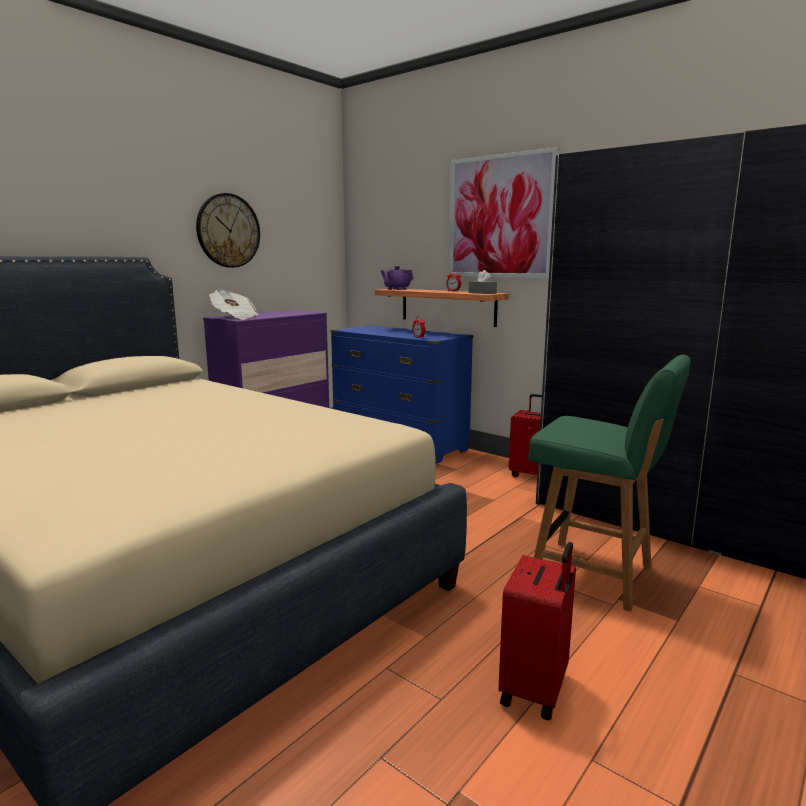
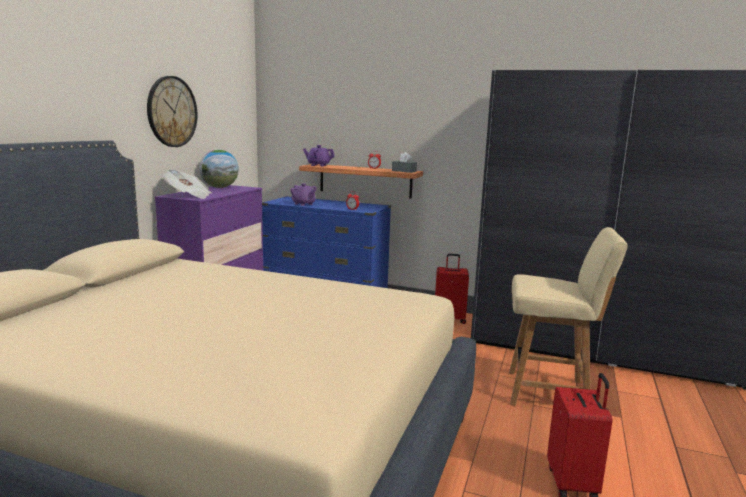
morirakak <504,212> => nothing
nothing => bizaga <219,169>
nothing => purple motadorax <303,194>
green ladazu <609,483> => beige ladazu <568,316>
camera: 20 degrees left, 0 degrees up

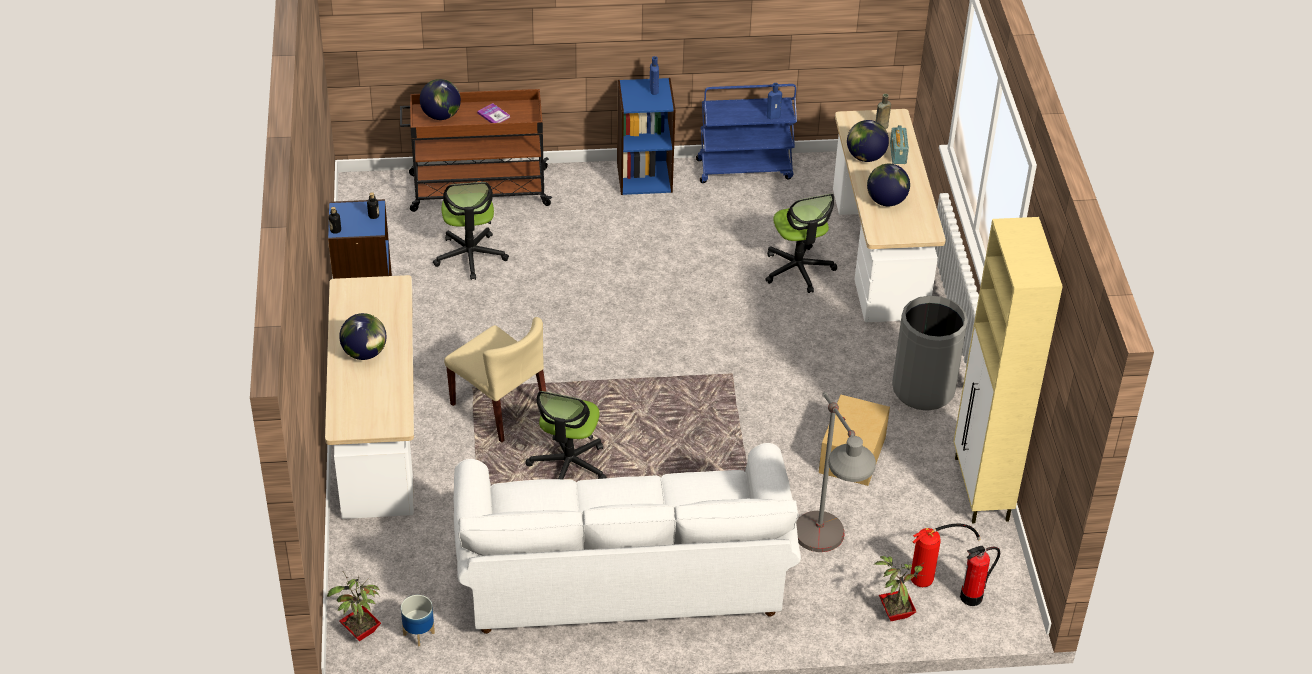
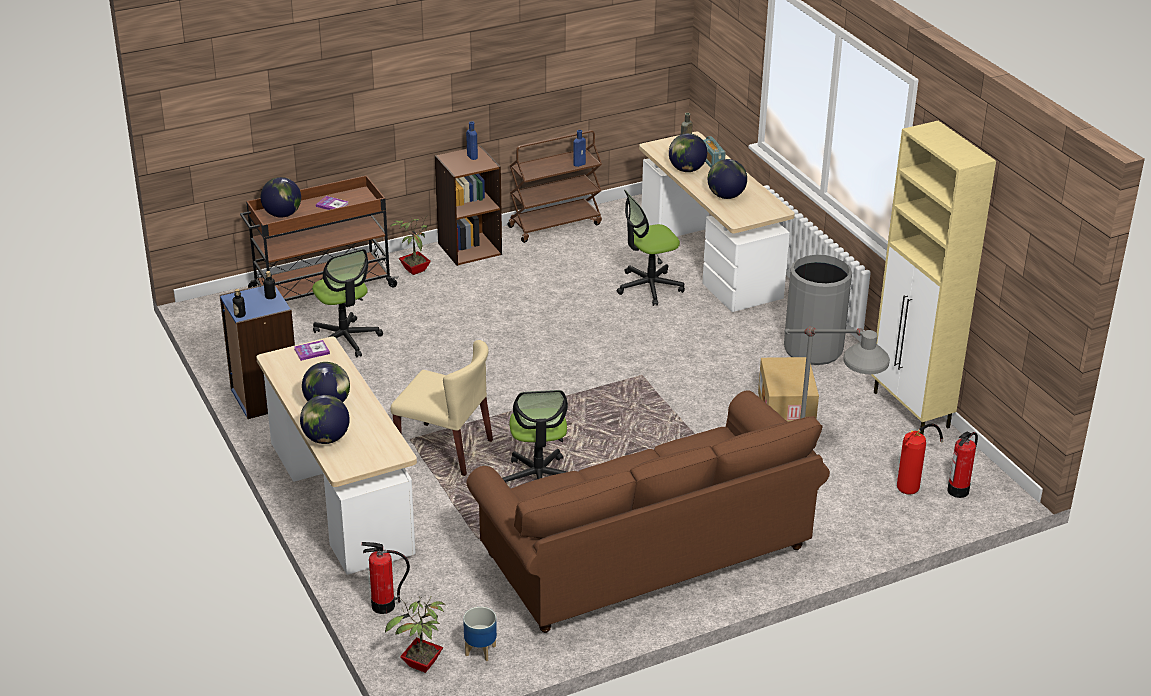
nothing => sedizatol <312,350>
nothing => bizaga <325,419>
nothing => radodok <386,578>
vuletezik <899,588> => vuletezik <410,245>, move
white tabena <627,538> => brown tabena <648,511>
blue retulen <646,136> => brown retulen <468,206>
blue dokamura <746,133> => brown dokamura <554,186>
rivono <801,243> => rivono <651,247>, 105 degrees clockwise
camera: 20 degrees left, 10 degrees down

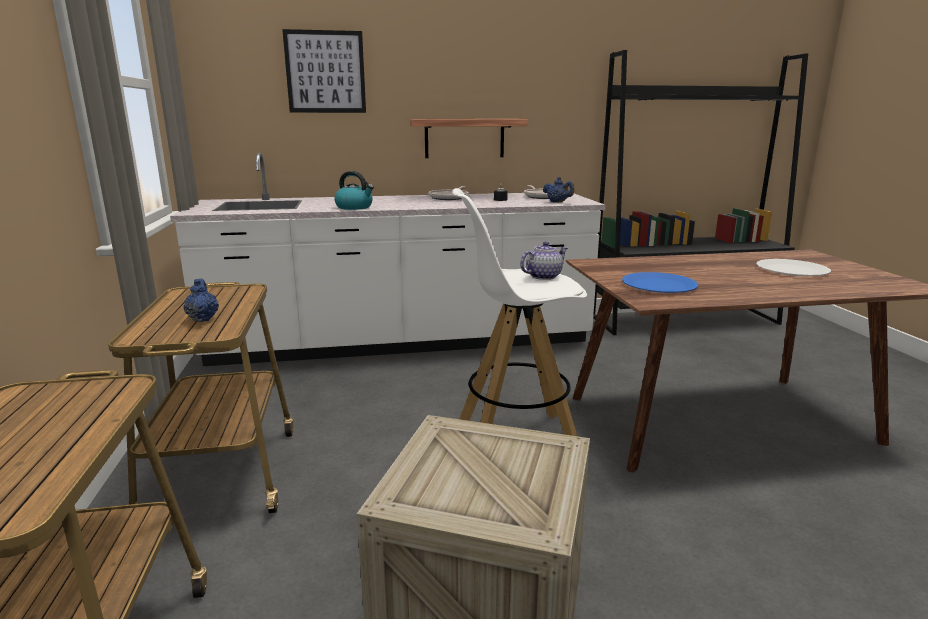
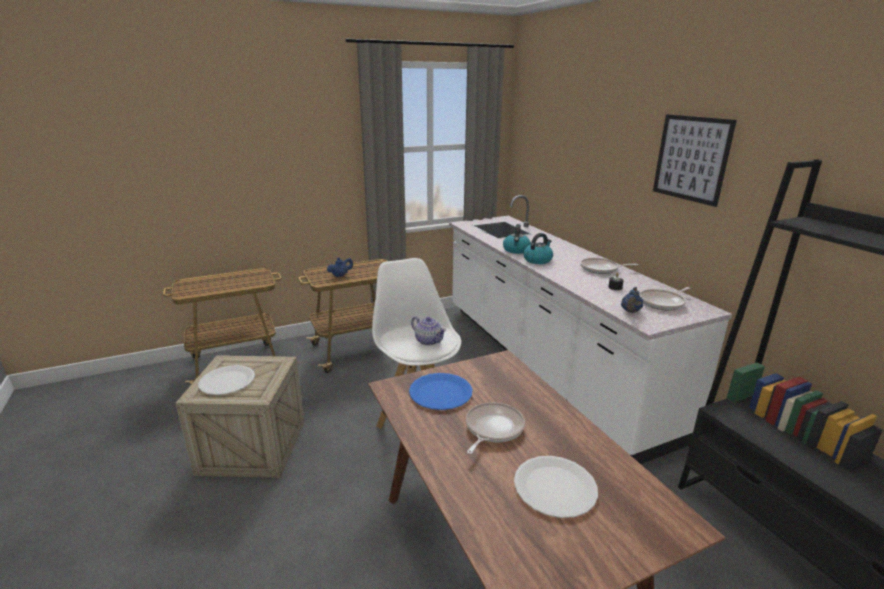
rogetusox <469,138> => nothing
nothing => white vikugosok <226,380>
nothing => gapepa <495,428>
nothing => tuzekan <538,248>
morirakak <324,71> => morirakak <695,160>, move
camera: 75 degrees right, 5 degrees up

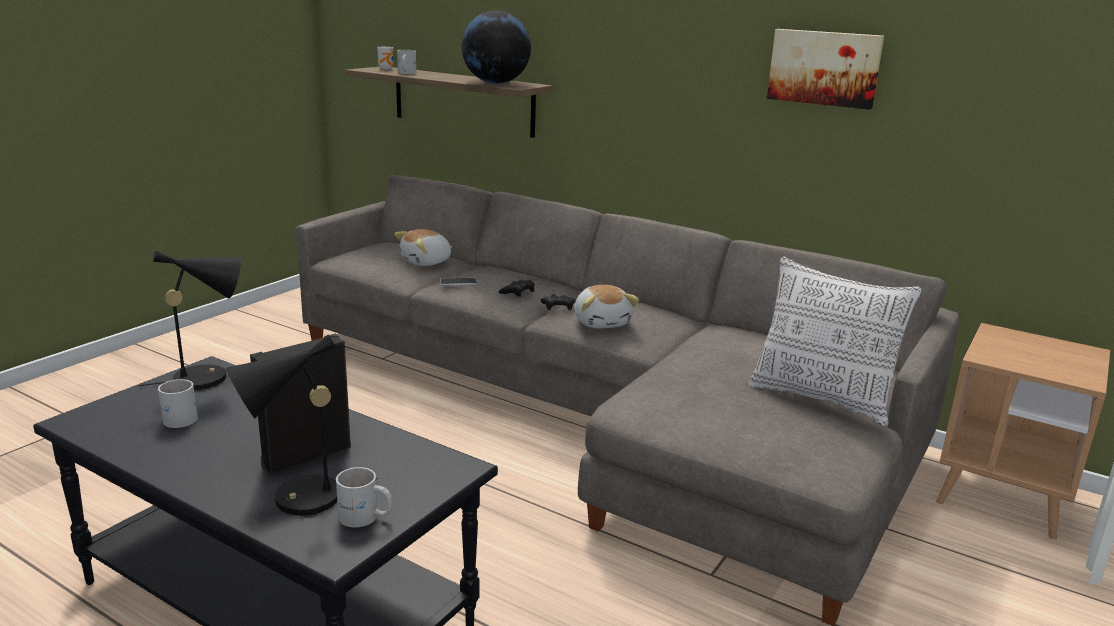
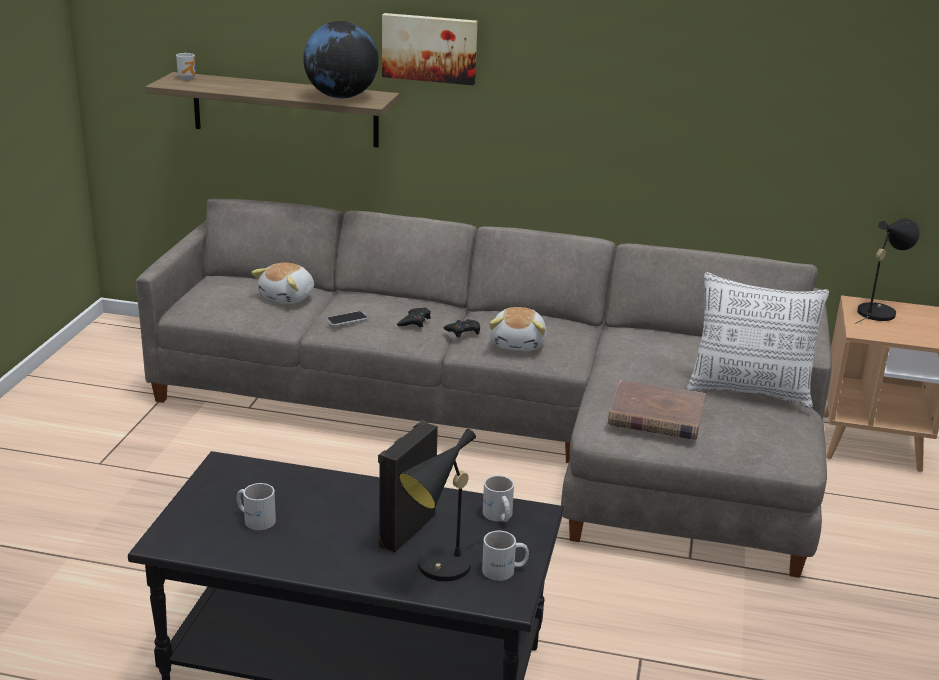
nothing => brown sedizatol <657,410>
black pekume <189,320> => black pekume <887,271>, move
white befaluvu <406,62> => white befaluvu <498,498>, move
morirakak <825,69> => morirakak <429,49>, move
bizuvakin <607,306> => bizuvakin <517,329>, 45 degrees clockwise
camera: 20 degrees left, 5 degrees up

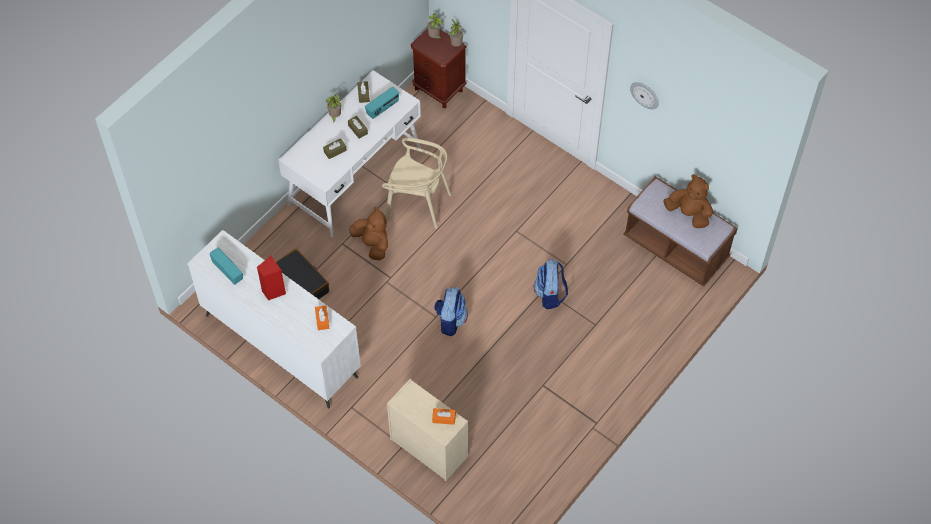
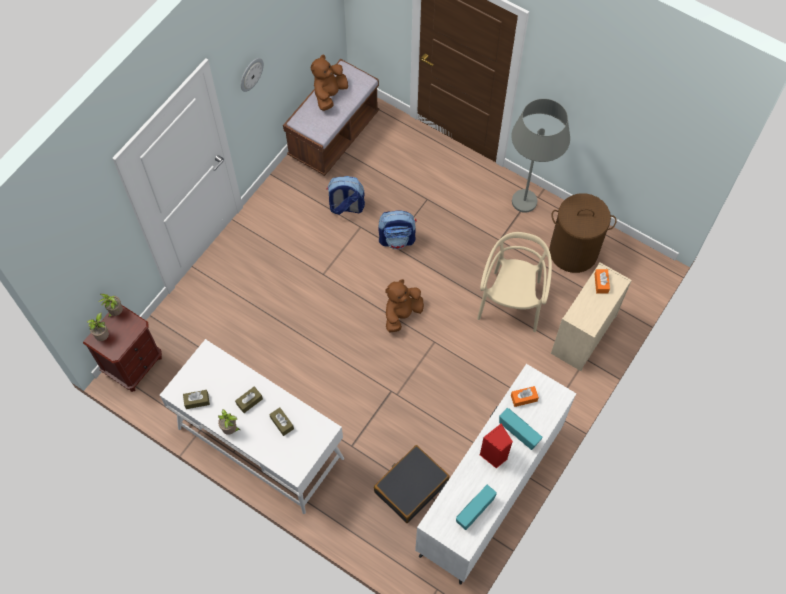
nothing => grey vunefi <540,156>
nothing => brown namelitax <583,233>
brown bizuvakin <368,233> => brown bizuvakin <404,306>, move
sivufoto <382,103> => sivufoto <521,429>, move
beige ladazu <416,183> => beige ladazu <514,282>, move
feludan <451,311> => feludan <345,195>, move
camera: 95 degrees left, 5 degrees up

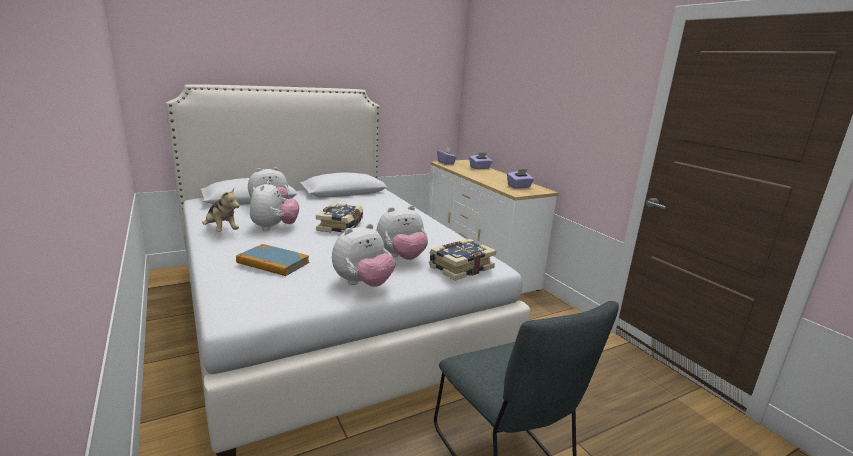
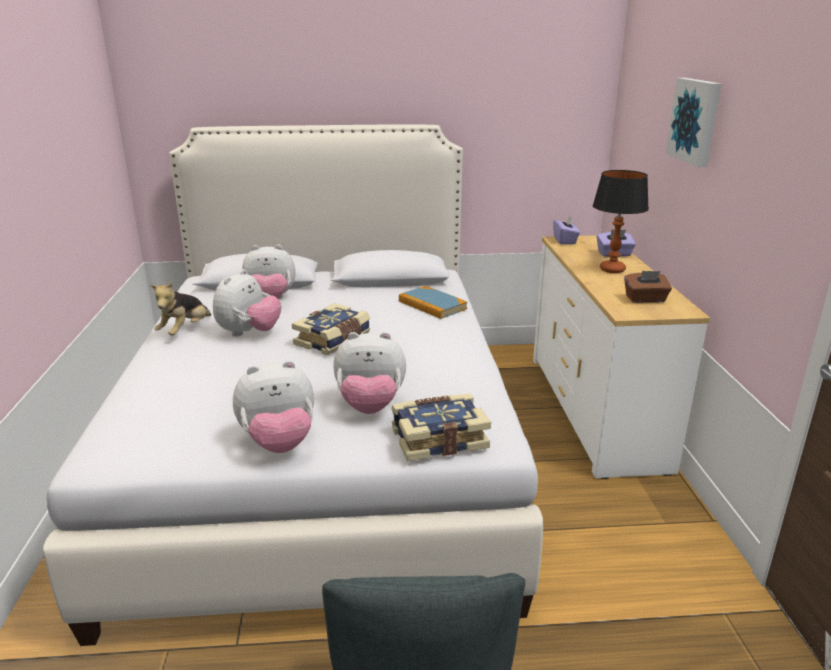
nothing => pekume <621,221>
nothing => morirakak <693,122>
sedizatol <272,260> => sedizatol <433,302>, move
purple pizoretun <520,179> => brown pizoretun <648,287>
bizuvakin <221,210> => bizuvakin <180,308>, 45 degrees clockwise
camera: 25 degrees right, 5 degrees up

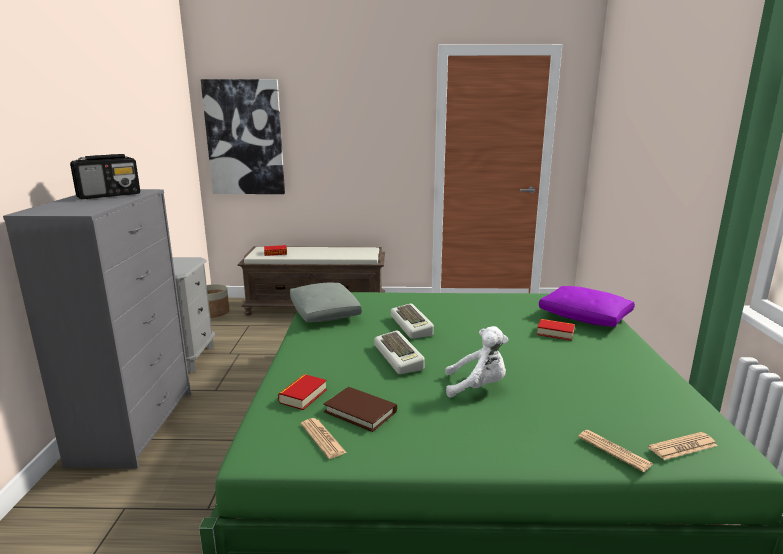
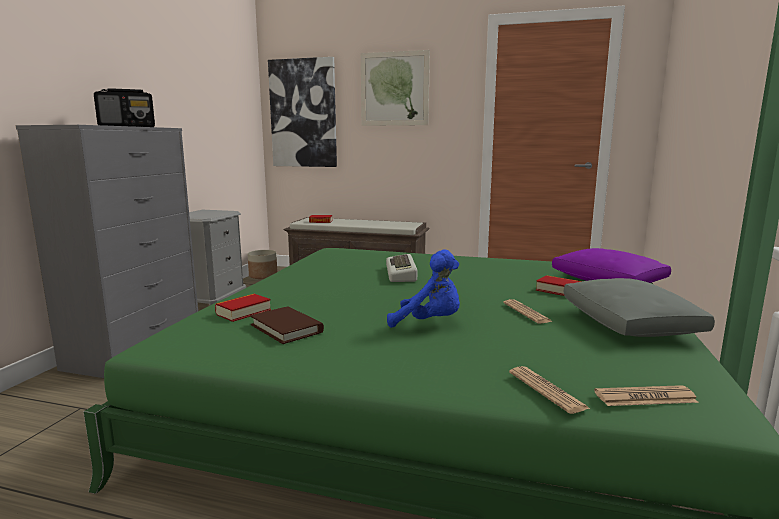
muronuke <399,352> => nothing
nothing => morirakak <395,88>
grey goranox <326,302> => grey goranox <639,307>, move
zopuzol <324,438> => zopuzol <528,311>, move
white bizuvakin <476,362> => blue bizuvakin <423,288>
camera: 15 degrees right, 5 degrees down

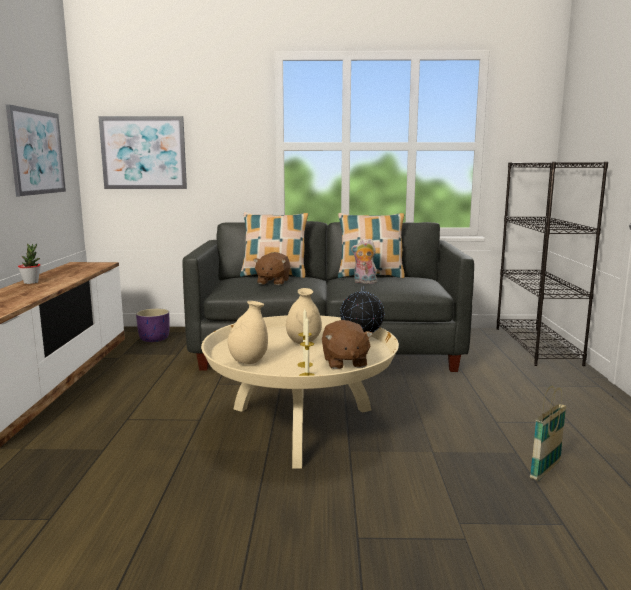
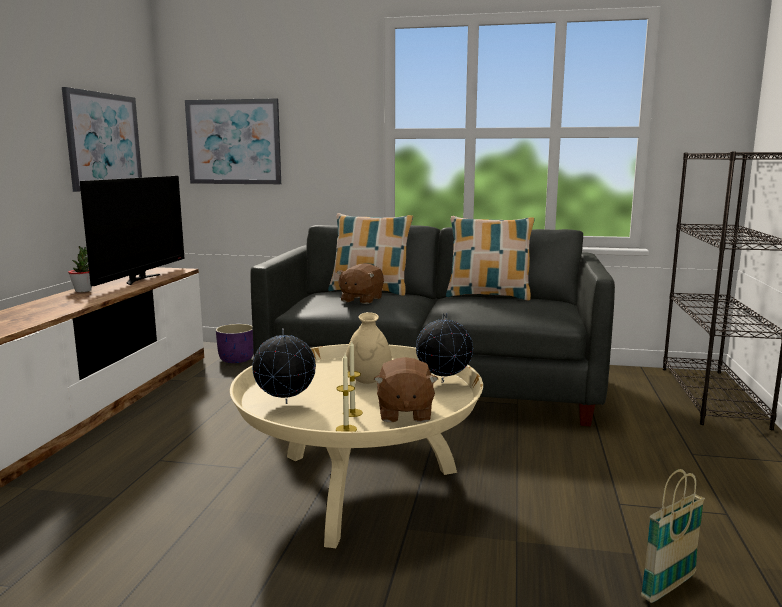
bizuvakin <364,261> => nothing
nothing => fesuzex <132,231>
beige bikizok <248,332> => bizaga <284,366>
camera: 10 degrees right, 0 degrees up

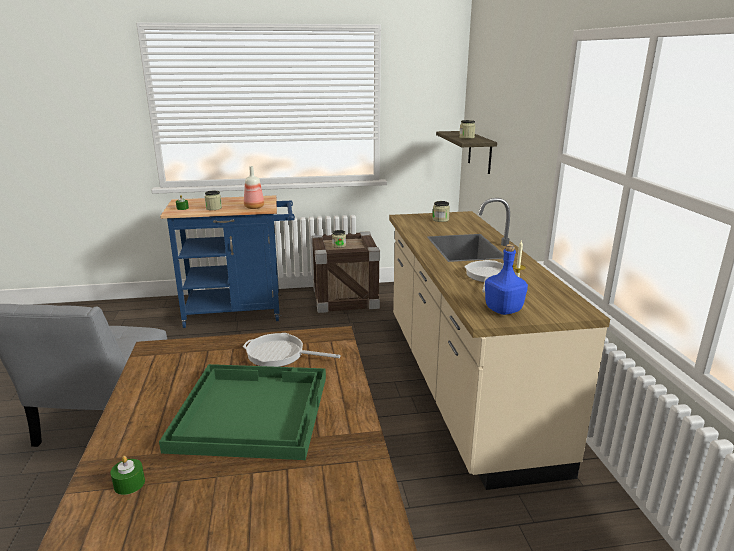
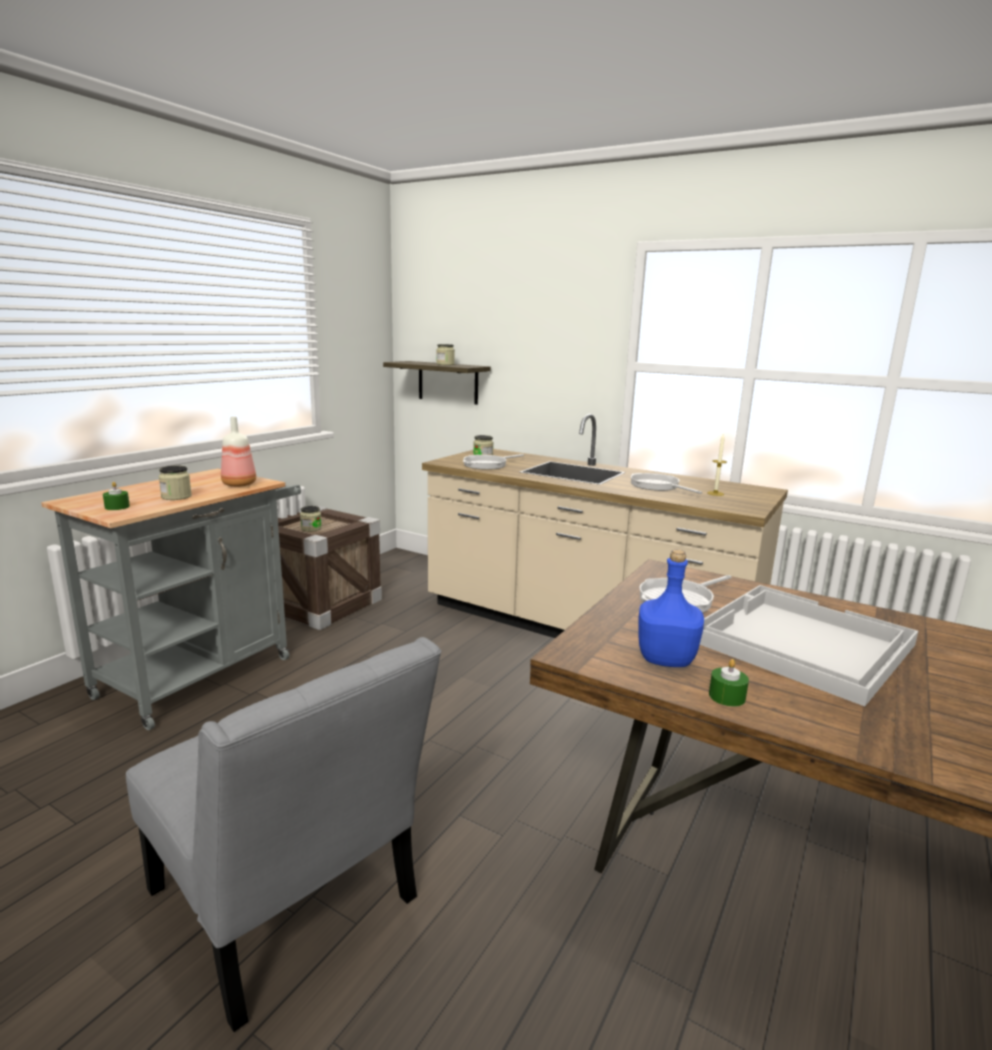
nothing => gapepa <493,462>
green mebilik <127,475> => green mebilik <729,683>, move
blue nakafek <506,279> => blue nakafek <671,608>, move
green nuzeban <242,412> => white nuzeban <809,645>
blue dokamura <227,261> => grey dokamura <171,599>
camera: 50 degrees left, 5 degrees down

